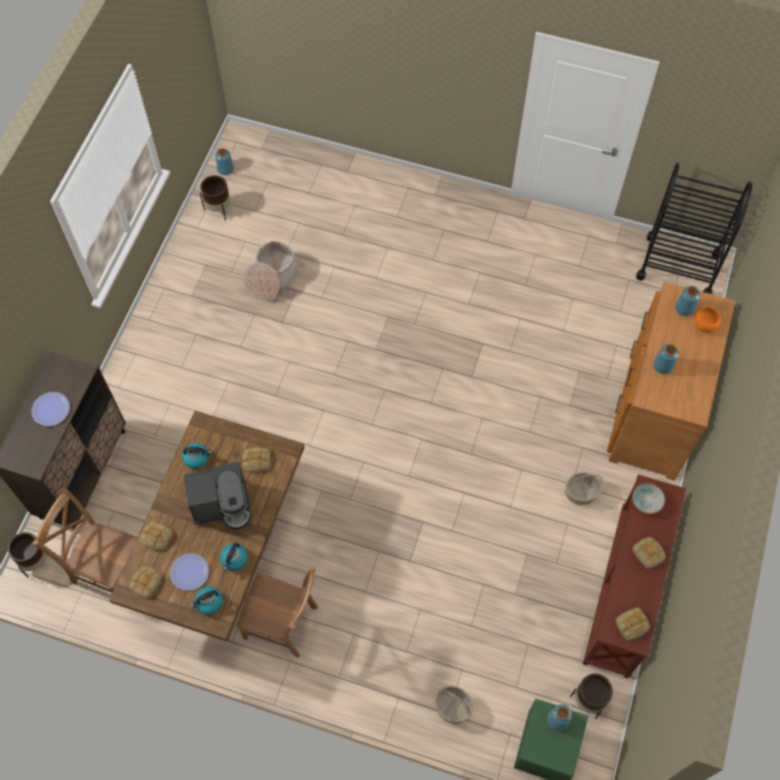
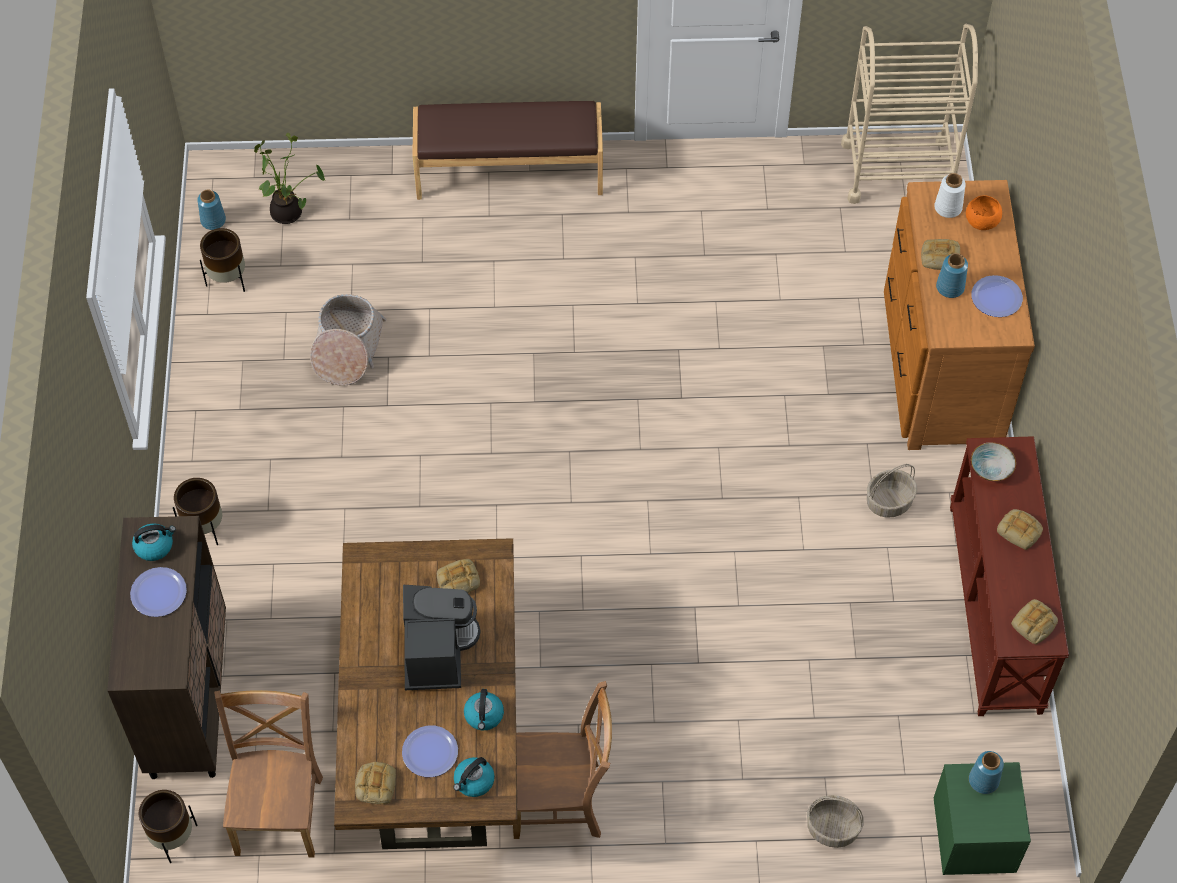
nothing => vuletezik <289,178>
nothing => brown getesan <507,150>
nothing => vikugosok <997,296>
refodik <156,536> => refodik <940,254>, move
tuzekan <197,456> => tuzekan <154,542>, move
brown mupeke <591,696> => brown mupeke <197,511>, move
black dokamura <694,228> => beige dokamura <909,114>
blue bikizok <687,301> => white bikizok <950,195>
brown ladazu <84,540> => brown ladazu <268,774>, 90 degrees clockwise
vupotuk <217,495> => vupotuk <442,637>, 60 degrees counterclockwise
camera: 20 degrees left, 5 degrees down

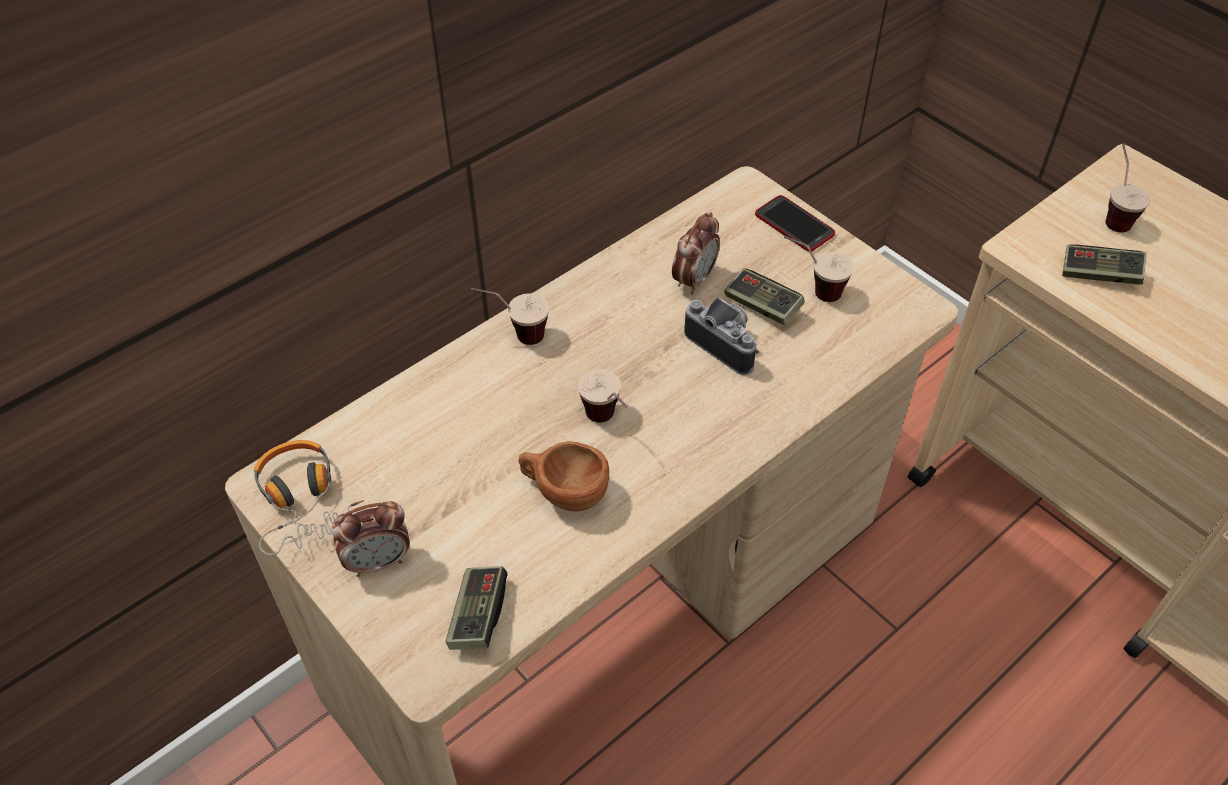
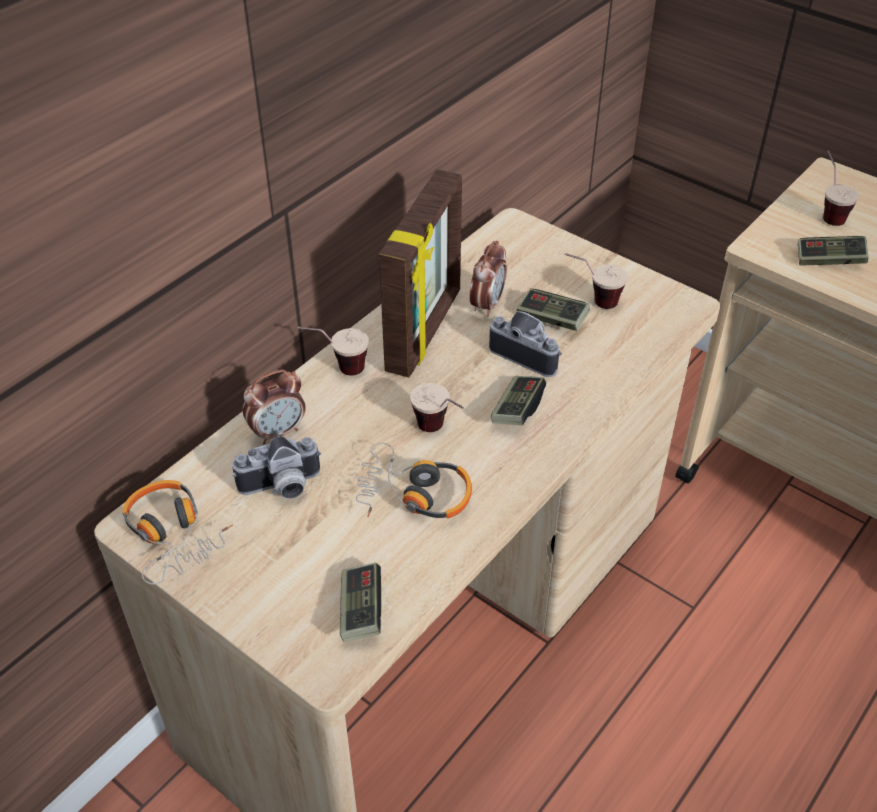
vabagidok <795,223> => nothing
nothing => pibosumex <276,467>
nothing => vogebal <420,273>
nothing => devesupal <518,400>
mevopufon <370,539> => mevopufon <274,406>, move
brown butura <563,476> => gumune <414,480>
camera: 10 degrees left, 5 degrees down

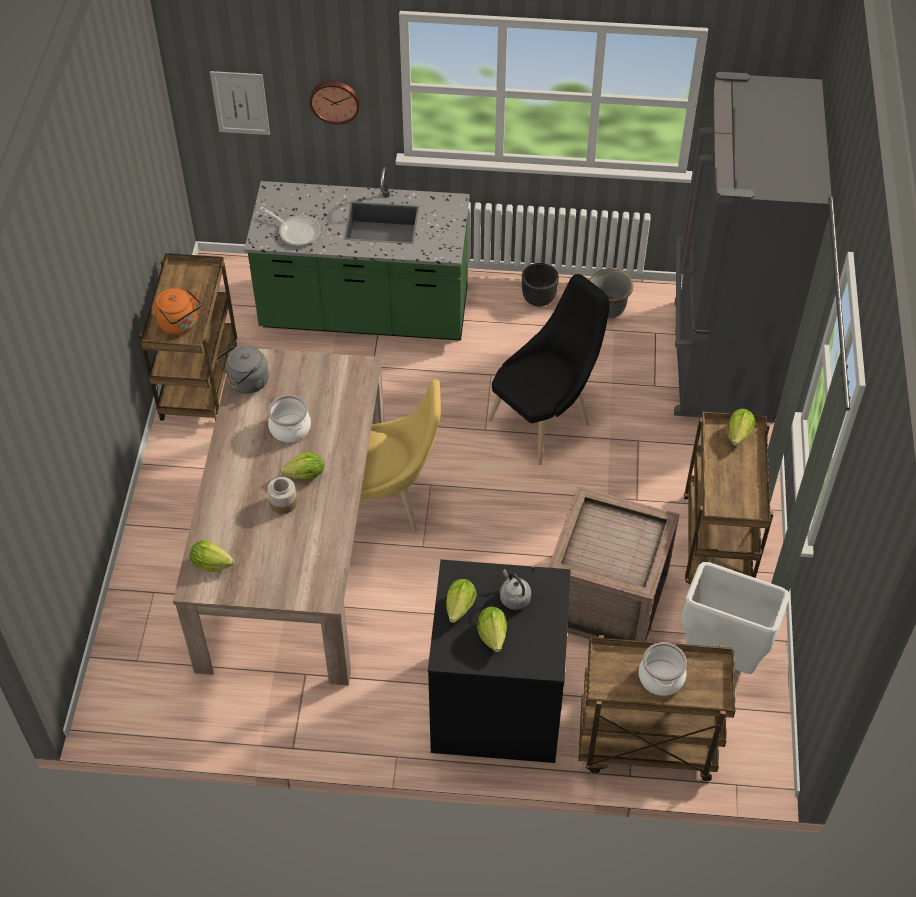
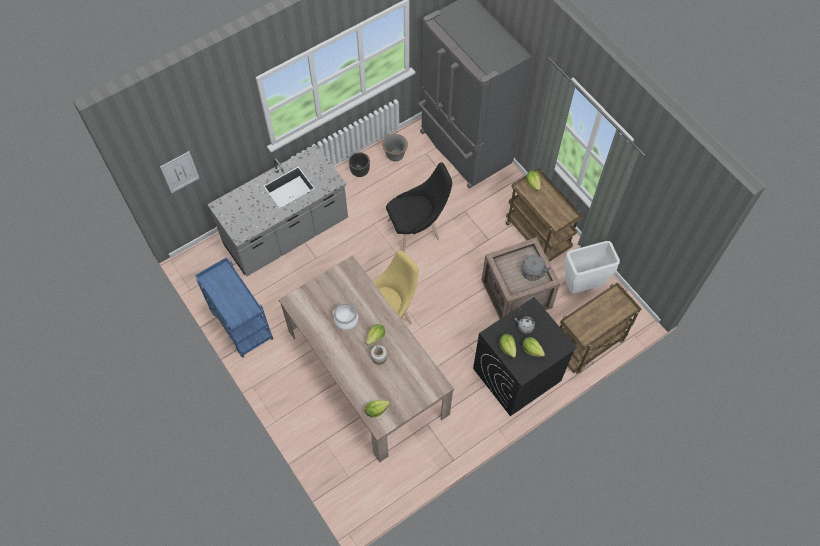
orange tuzekan <178,311> => nothing
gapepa <290,226> => nothing
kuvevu <335,102> => nothing
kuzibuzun <663,669> => nothing
grey tuzekan <242,370> => grey tuzekan <536,268>, move
brown dokamura <188,337> => blue dokamura <234,307>
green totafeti <357,254> => grey totafeti <277,210>
black ladazu <548,369> => black ladazu <419,207>, 60 degrees clockwise
camera: 40 degrees left, 10 degrees up

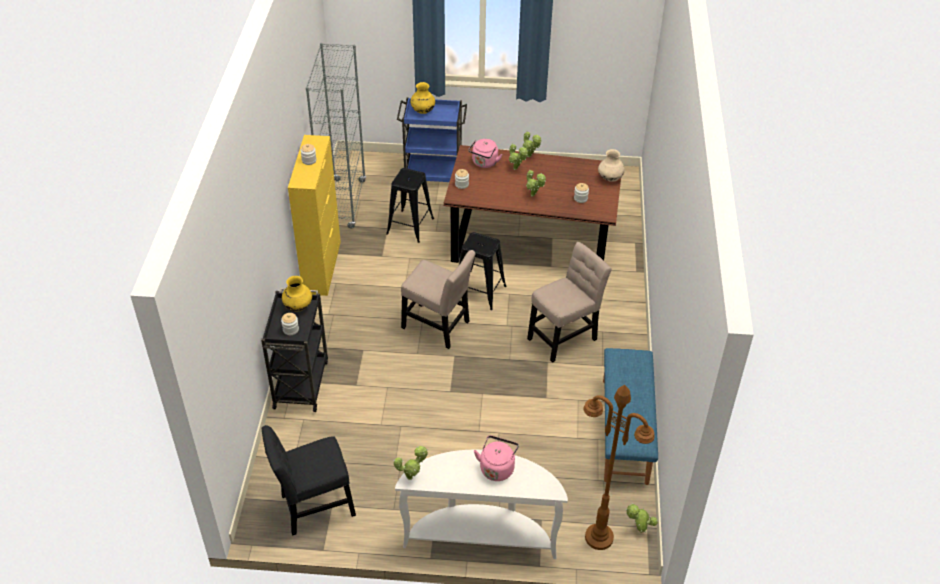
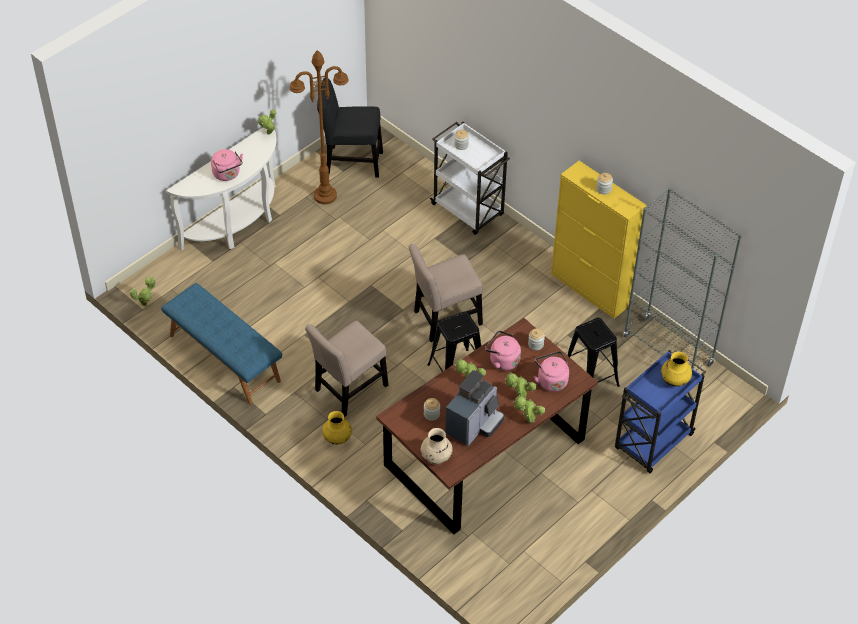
nothing => vupotuk <474,408>
nothing => pink tuzekan <503,350>
yellow bikizok <297,294> => yellow bikizok <337,428>, move
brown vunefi <619,467> => brown vunefi <319,127>, move
black dokamura <294,350> => white dokamura <470,178>
black ladazu <308,480> => black ladazu <350,128>, 105 degrees counterclockwise
beige ladazu <569,302> => beige ladazu <346,369>, 45 degrees clockwise
camera: 130 degrees right, 5 degrees up

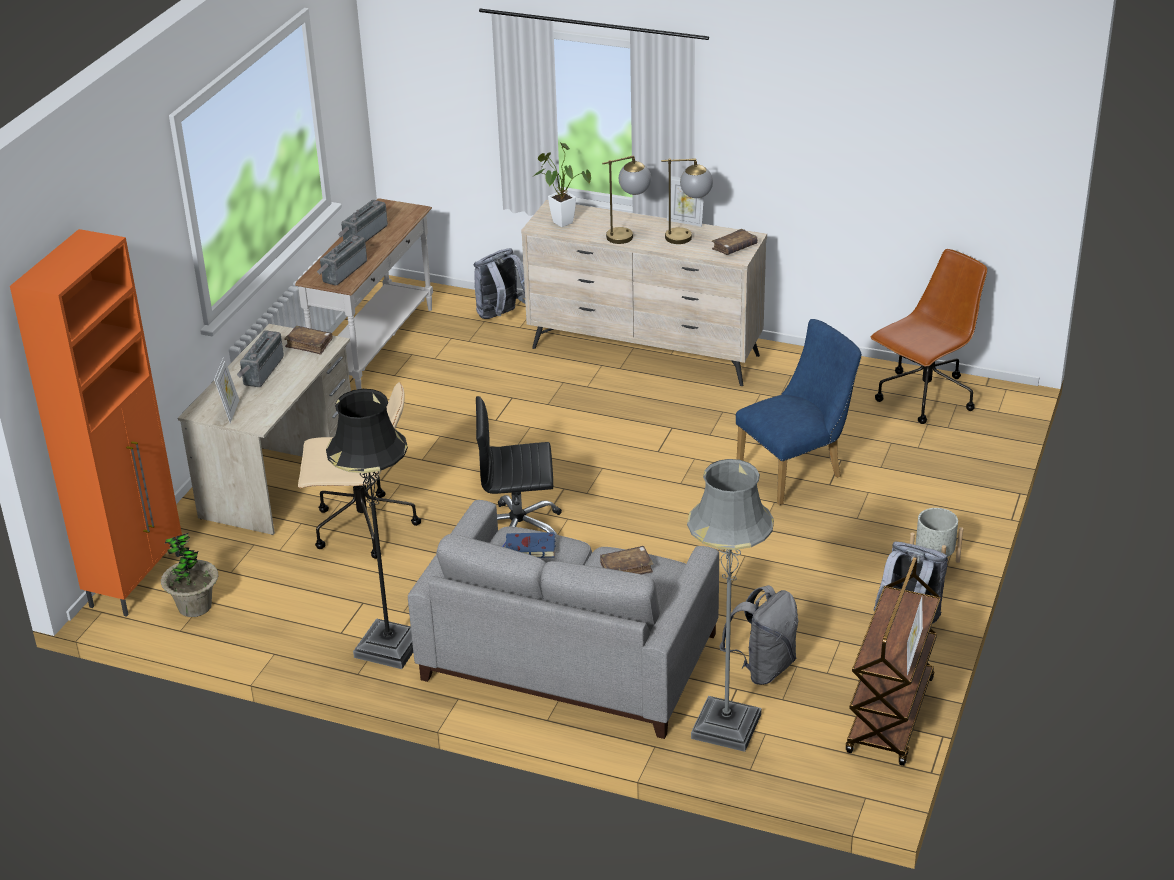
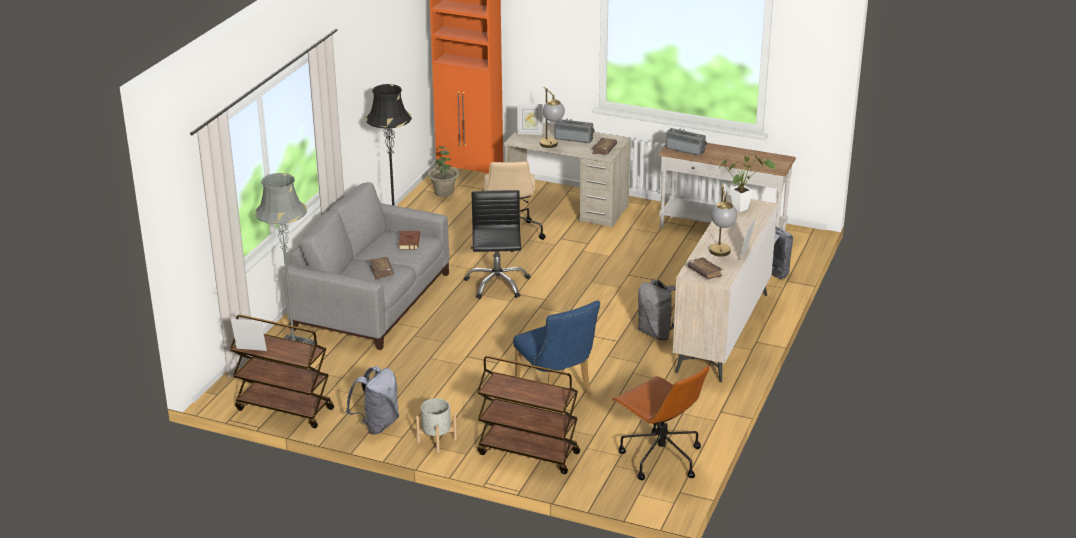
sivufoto <363,221> => nothing
nothing => brown dokamura <528,415>
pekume <626,199> => pekume <552,117>, move
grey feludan <758,635> => grey feludan <657,310>, move
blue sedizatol <529,545> => brown sedizatol <409,240>
camera: 90 degrees right, 5 degrees down

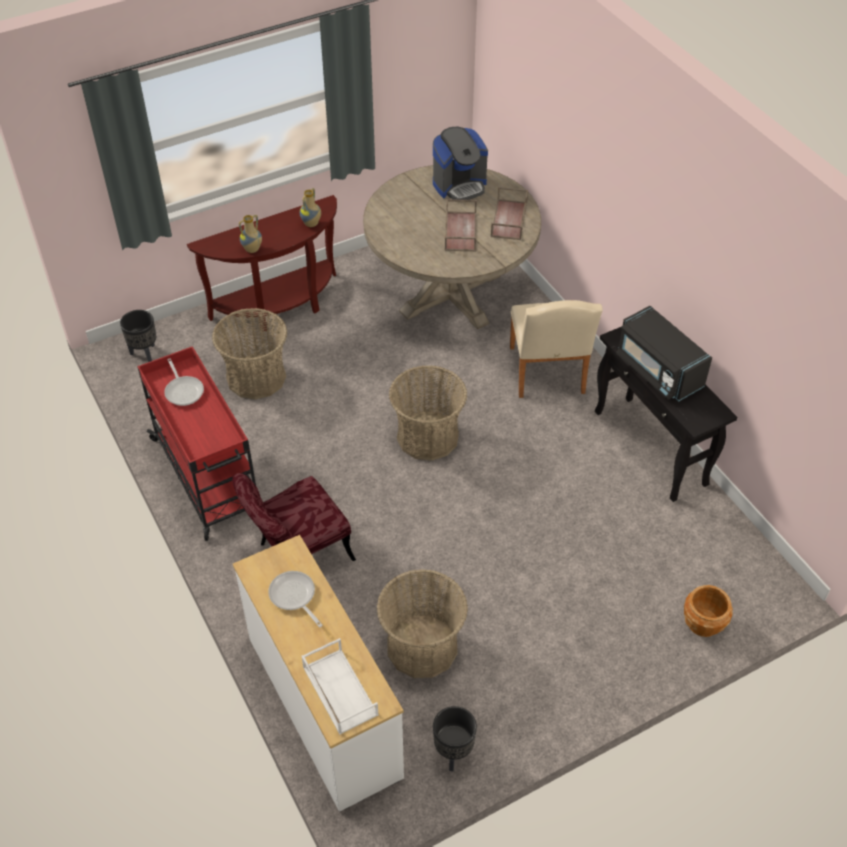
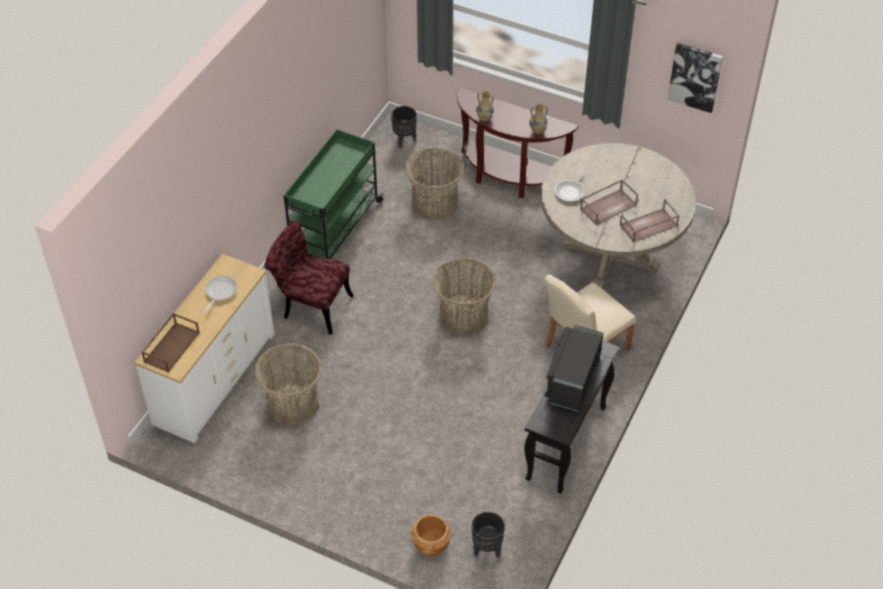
vupotuk <460,163> => nothing
nothing => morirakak <695,78>
gapepa <184,382> => gapepa <570,184>, move
black mupeke <455,738> => black mupeke <488,534>, move
red dokamura <196,443> => green dokamura <333,194>
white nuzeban <340,686> => brown nuzeban <170,342>
camera: 55 degrees right, 0 degrees up

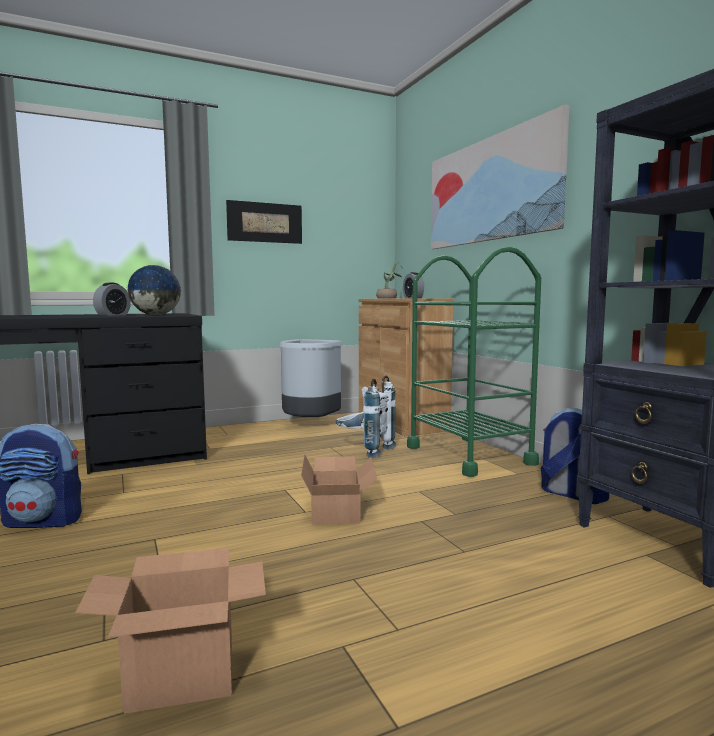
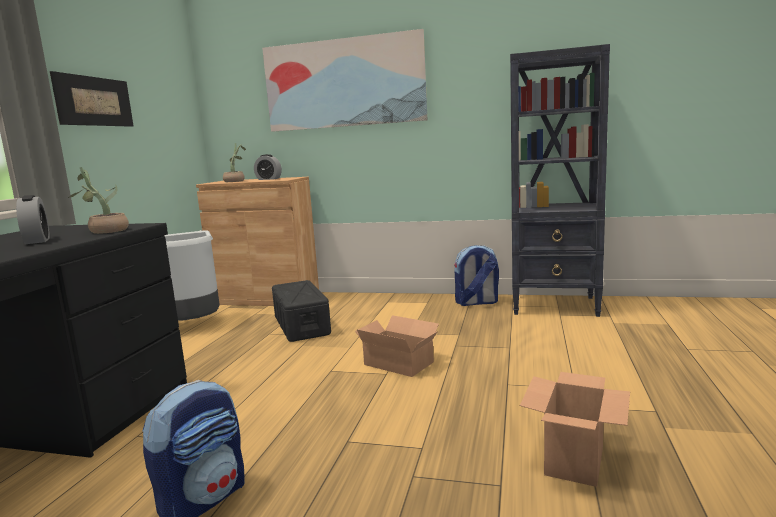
green dokamura <474,362> => nothing
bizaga <153,290> => vuletezik <98,200>
white feludan <366,417> => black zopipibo <301,311>
camera: 50 degrees left, 5 degrees up

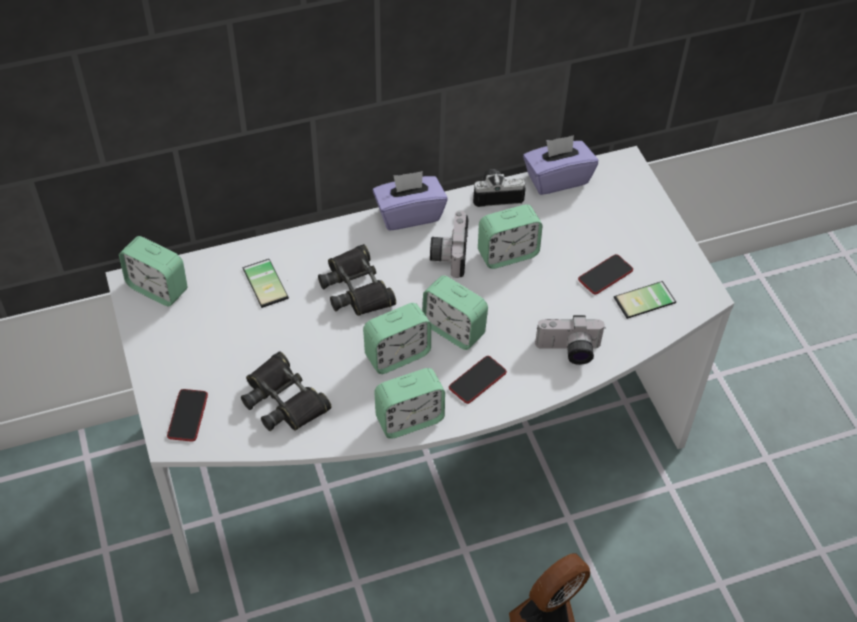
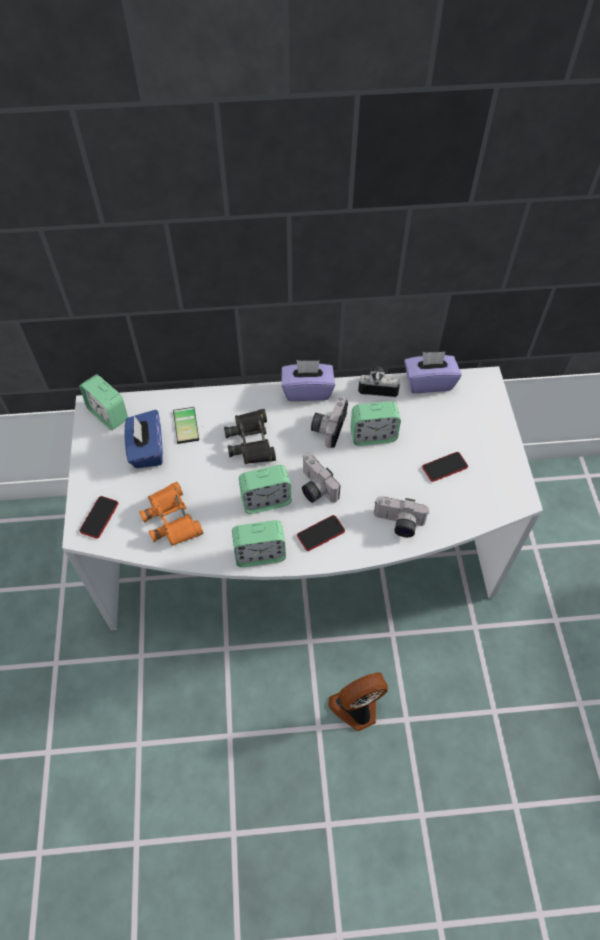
vabagidok <645,300> => nothing
nothing => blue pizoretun <144,439>
mevopufon <455,312> => pibosumex <321,478>
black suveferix <286,391> => orange suveferix <171,514>
camera: 15 degrees right, 5 degrees up

